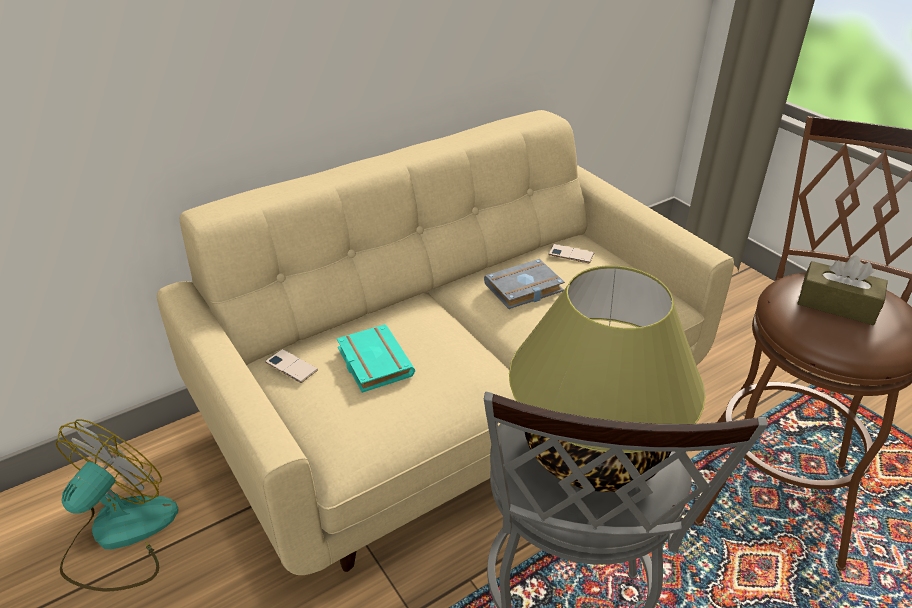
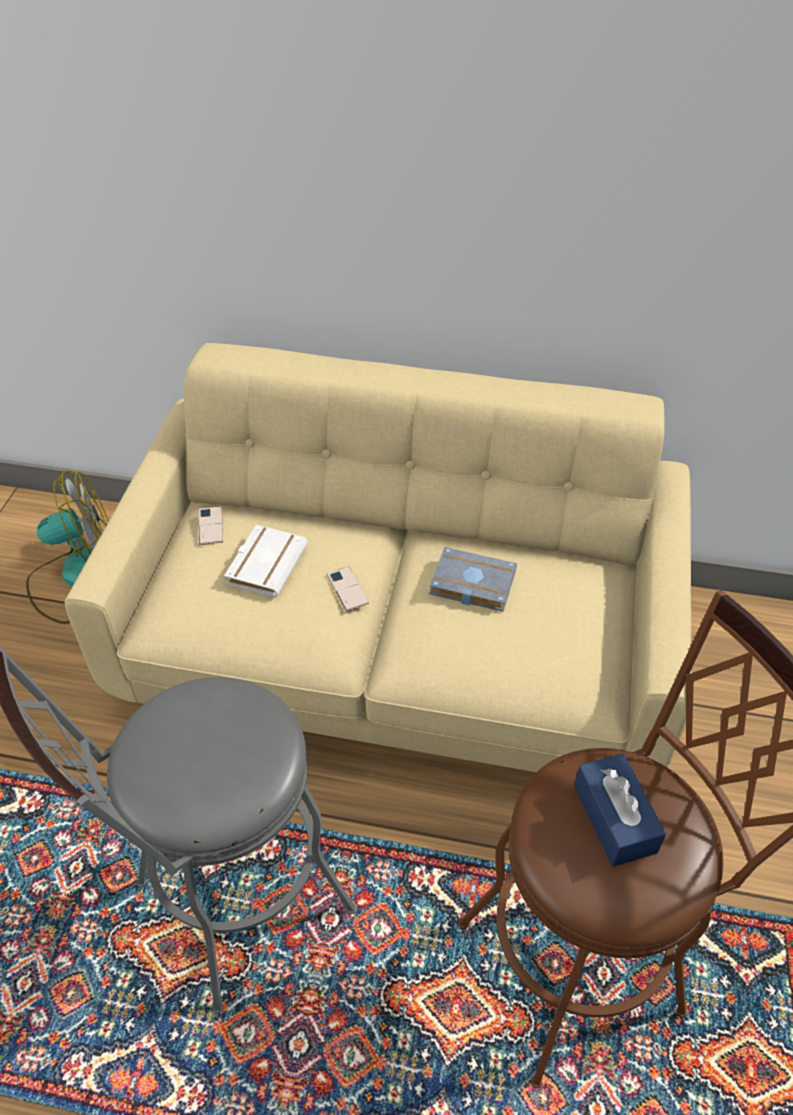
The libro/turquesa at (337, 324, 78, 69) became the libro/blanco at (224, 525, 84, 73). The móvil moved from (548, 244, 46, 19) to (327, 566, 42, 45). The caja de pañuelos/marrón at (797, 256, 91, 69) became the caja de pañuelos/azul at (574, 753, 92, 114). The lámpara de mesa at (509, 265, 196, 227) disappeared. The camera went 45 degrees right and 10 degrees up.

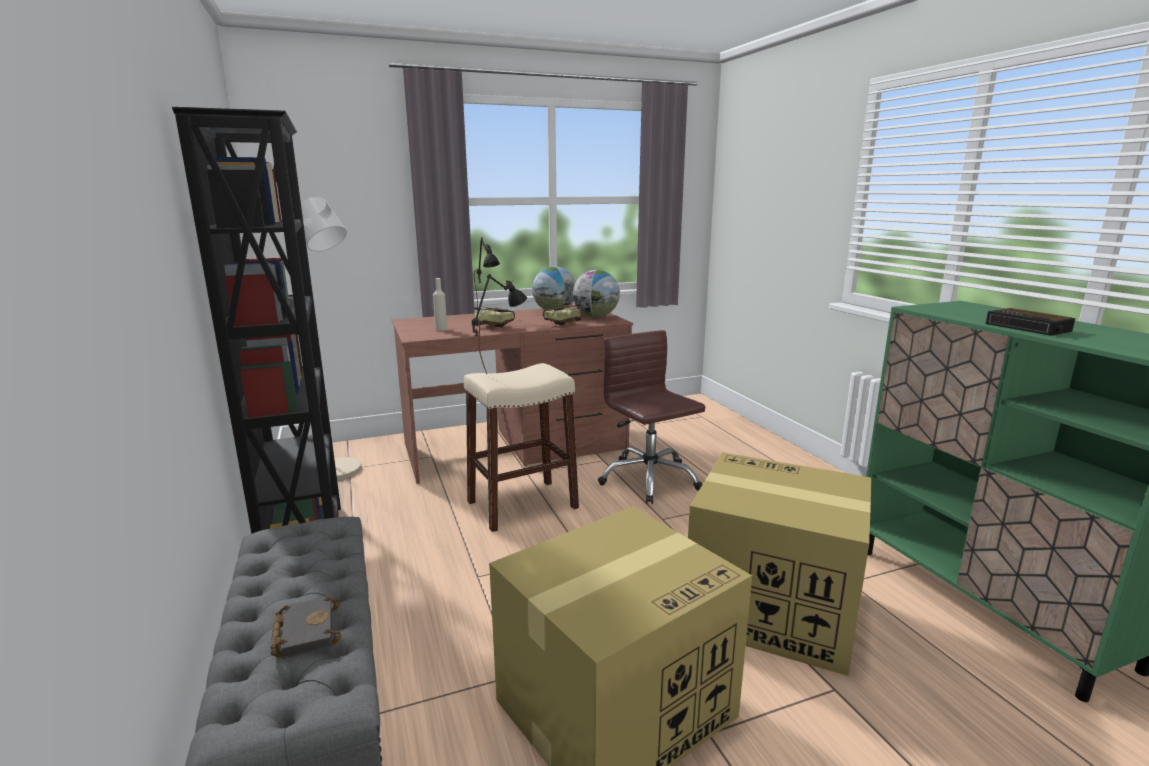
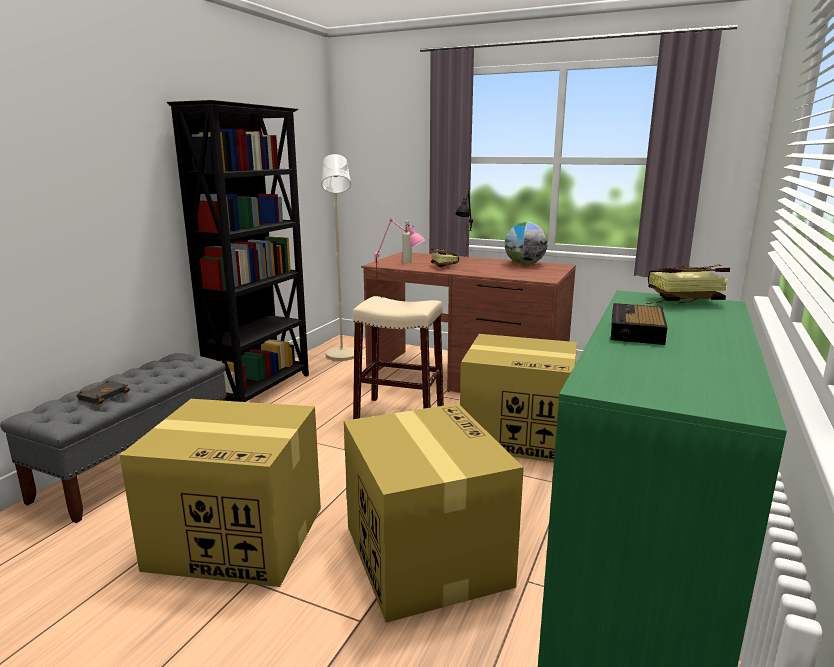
The lámpara de mesa/negro at (472, 274, 55, 100) became the lámpara de mesa/rosa at (374, 218, 51, 80). The silla de oficina/marrón at (598, 330, 107, 174) was replaced by the caja de cartón at (460, 334, 117, 128). The libro moved from (543, 303, 38, 26) to (645, 264, 85, 41). The globo terráqueo at (573, 270, 47, 47) disappeared. The camera went 45 degrees right and 0 degrees up.

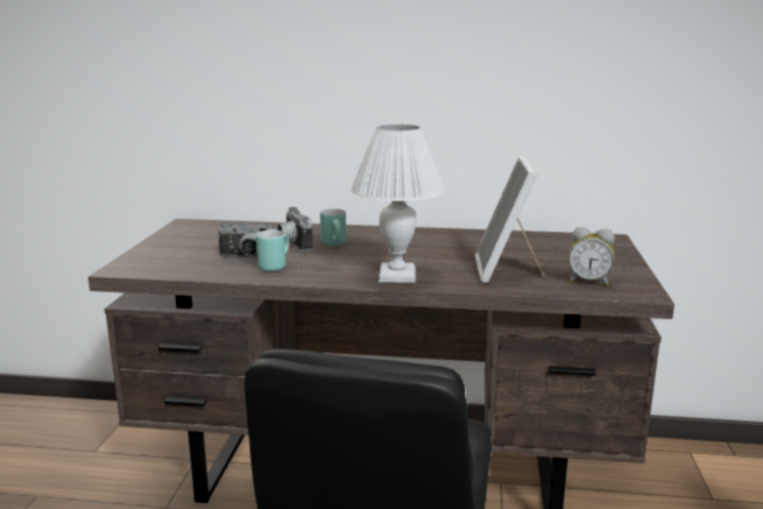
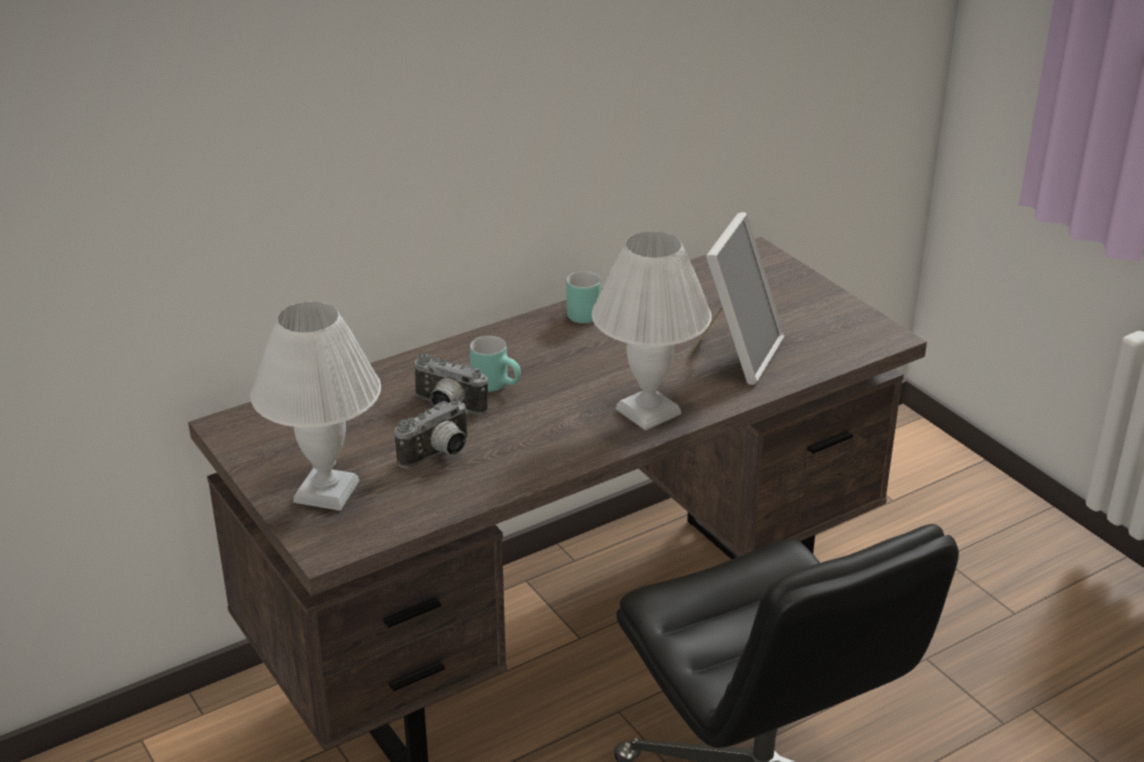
The lámpara de mesa/blanco at (250, 301, 131, 210) appeared. The taza grande/turquesa moved from (256, 230, 33, 41) to (567, 271, 34, 52). The portarretratos at (475, 156, 70, 127) turned 120 degrees counterclockwise. The despertador at (568, 227, 47, 59) disappeared. The camera went 40 degrees left and 15 degrees up.

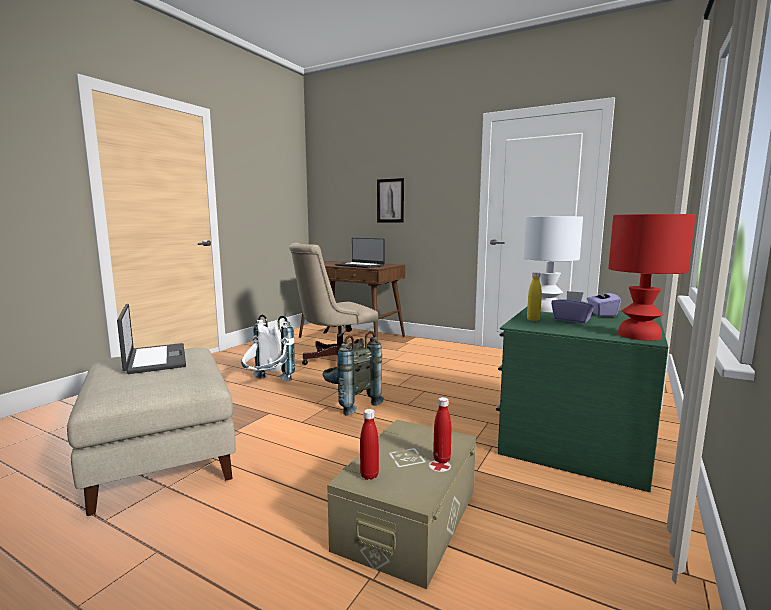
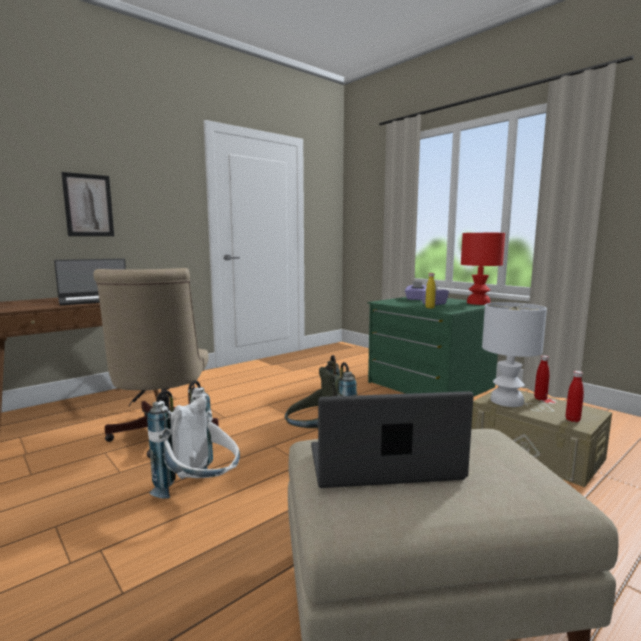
The lámpara de mesa/blanco moved from (524, 216, 59, 97) to (482, 302, 65, 105). The camera went 70 degrees left and 0 degrees up.

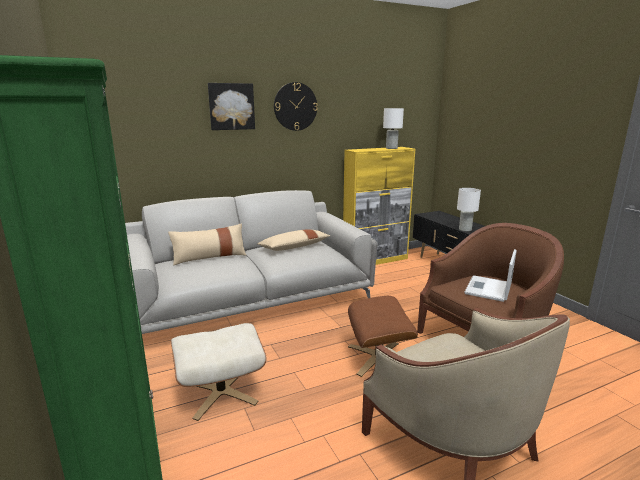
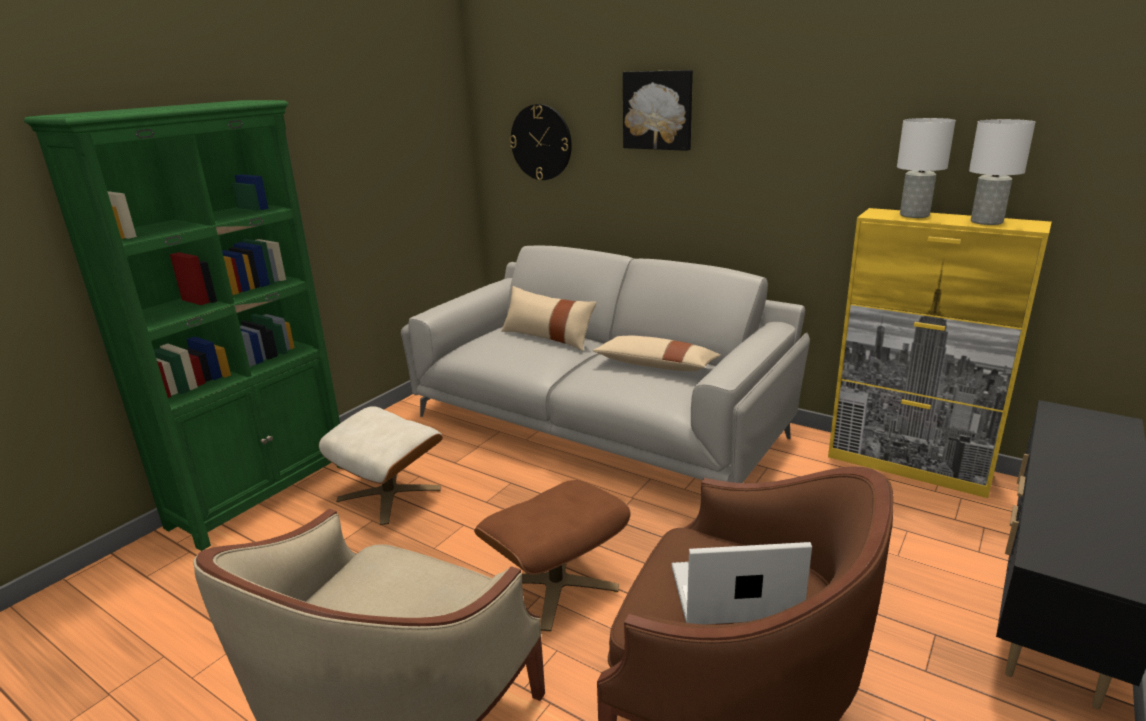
The reloj de pared moved from (274, 82, 44, 49) to (510, 104, 62, 76). The lámpara de mesa/blanco moved from (457, 188, 24, 43) to (897, 118, 59, 100). The camera went 60 degrees right and 5 degrees up.

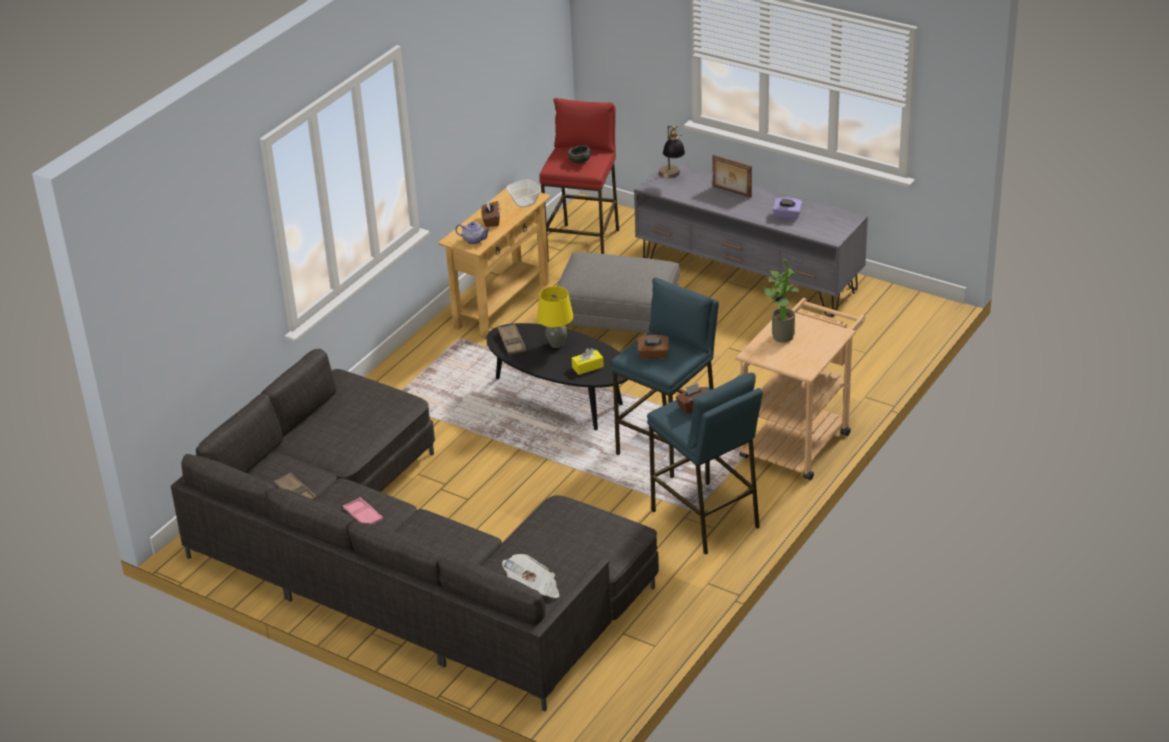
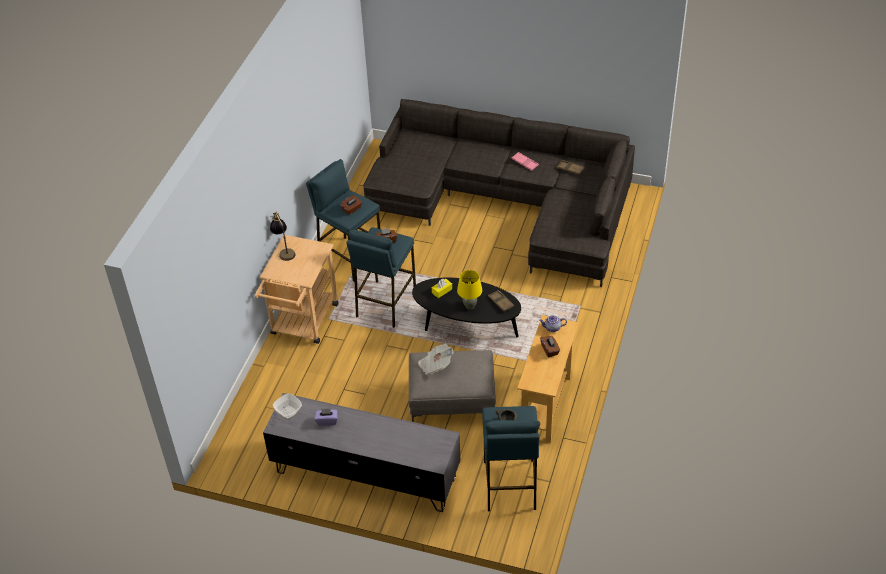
The lámpara de mesa moved from (659, 126, 26, 52) to (270, 212, 25, 49). The cuenco moved from (506, 179, 35, 29) to (273, 393, 29, 26). The periódico moved from (502, 554, 58, 44) to (418, 344, 36, 31). The taburete/rojo at (539, 98, 80, 164) became the taburete/azul at (482, 406, 58, 105). The portarretratos at (713, 155, 39, 43) disappeared. The planta en maceta at (763, 259, 37, 84) disappeared. The camera went 165 degrees right and 10 degrees up.

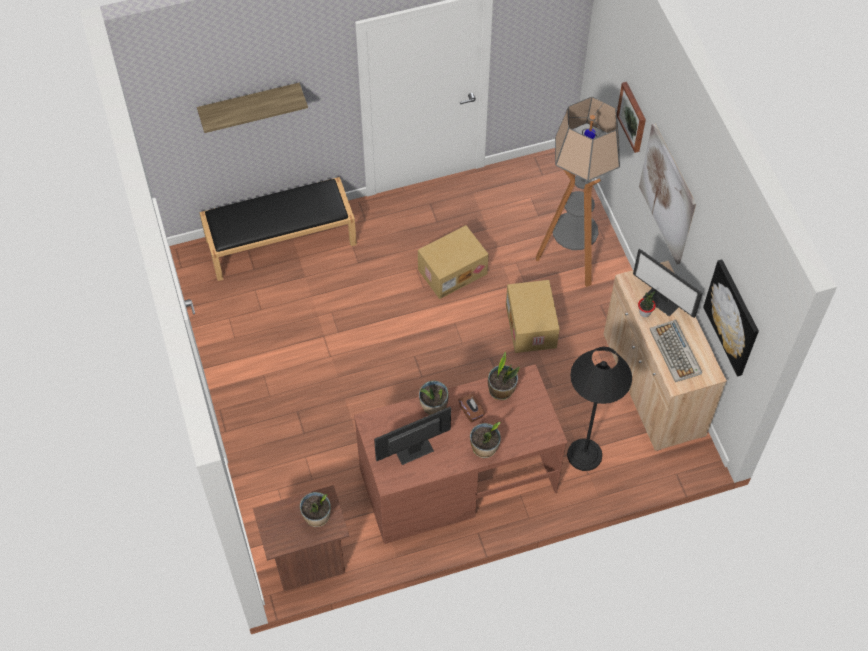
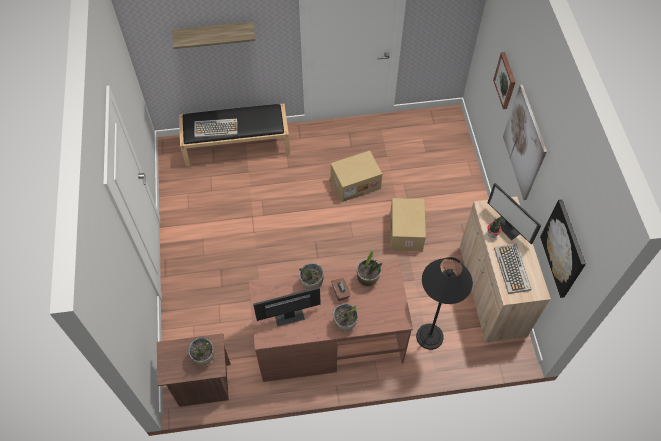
The teclado at (194, 118, 44, 20) appeared. The lámpara de pie at (536, 97, 84, 190) disappeared. The camera went 10 degrees right and 0 degrees up.

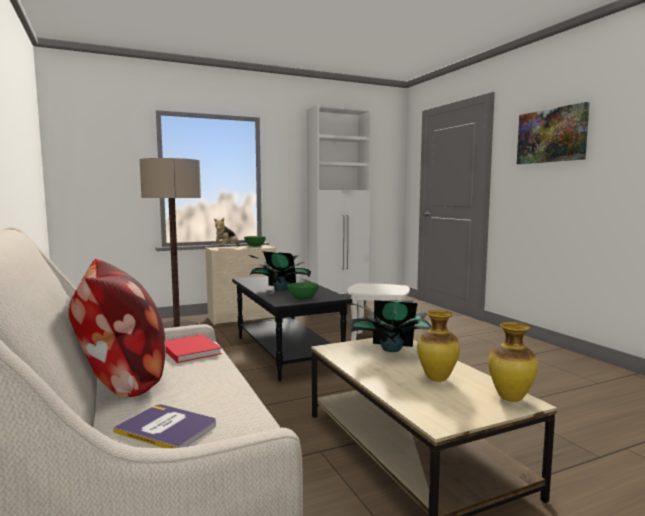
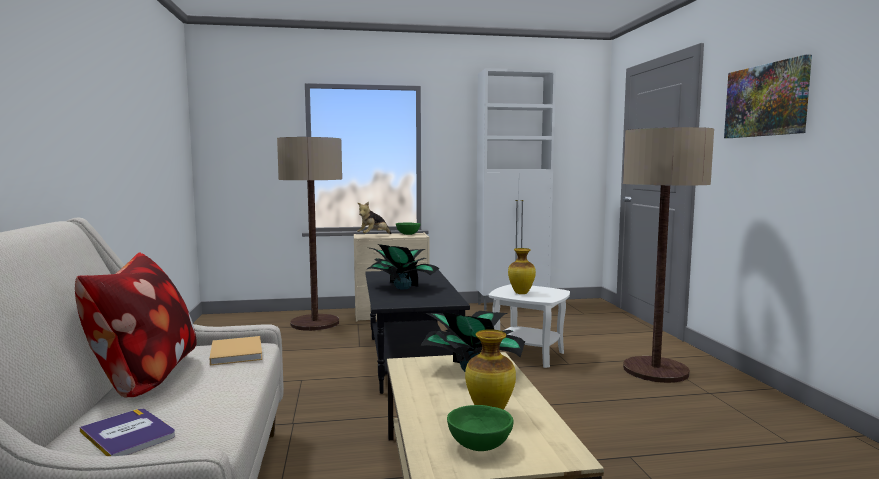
The libro/rojo at (166, 334, 56, 29) became the libro/beis at (210, 336, 52, 30). The cuenco/verde moved from (287, 282, 32, 18) to (447, 405, 67, 46). The florero moved from (488, 322, 50, 80) to (508, 248, 28, 46). The lámpara de pie at (623, 127, 91, 256) appeared. The camera went 15 degrees right and 0 degrees up.

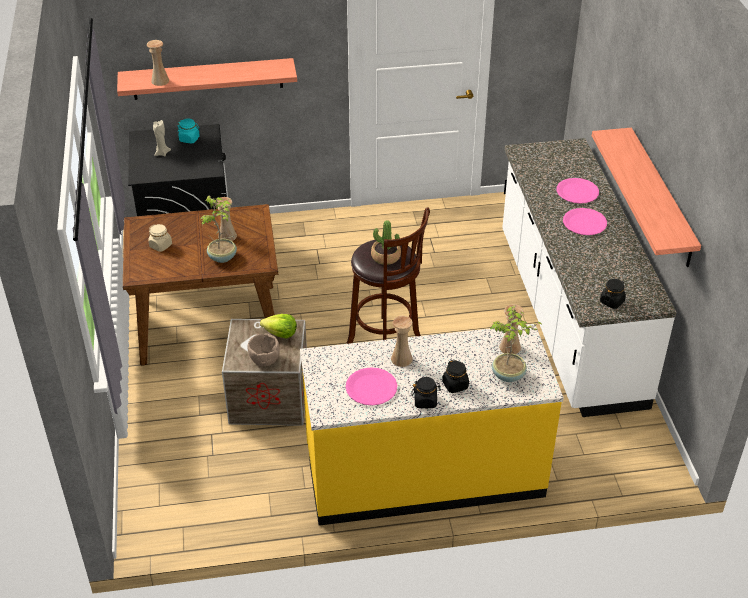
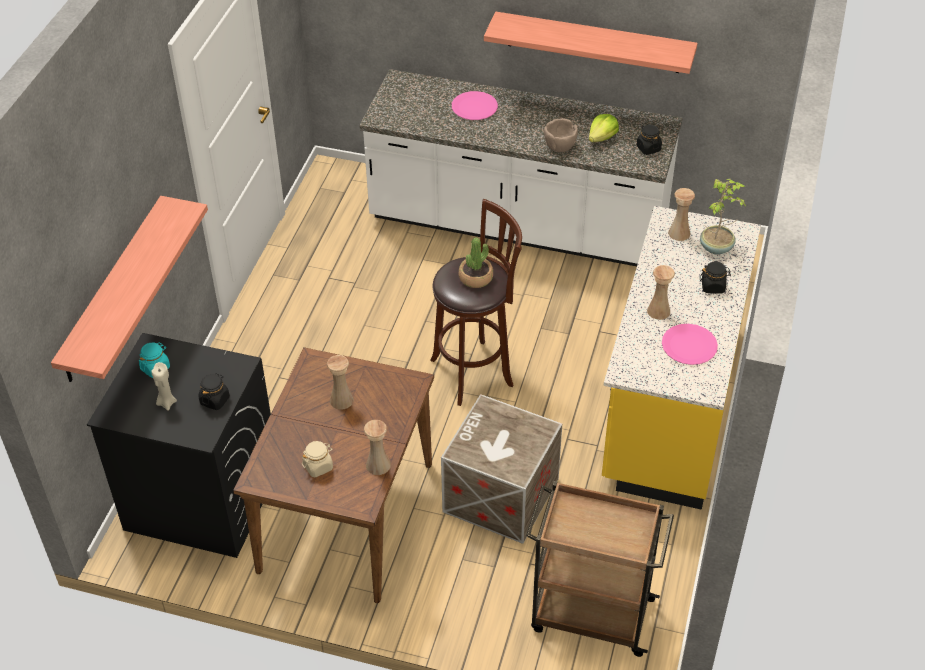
The tarro/negro moved from (411, 377, 30, 31) to (198, 373, 32, 37). The florero/beis moved from (147, 40, 22, 46) to (364, 420, 27, 55). The carrito/marrón at (526, 481, 148, 176) appeared. The cuenco/marrón moved from (247, 333, 33, 34) to (544, 118, 34, 34). The lechuga moved from (260, 314, 37, 25) to (589, 114, 30, 28). The planta en maceta at (199, 195, 38, 68) disappeared. The plato/rosa at (563, 208, 44, 27) disappeared. The camera went 65 degrees left and 5 degrees up.

